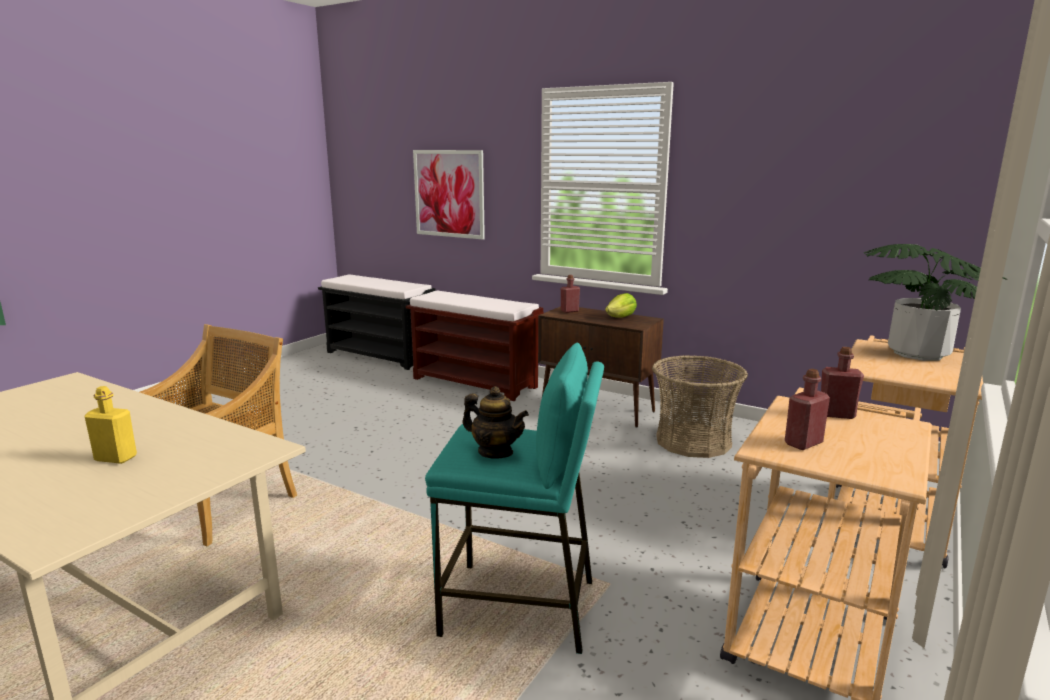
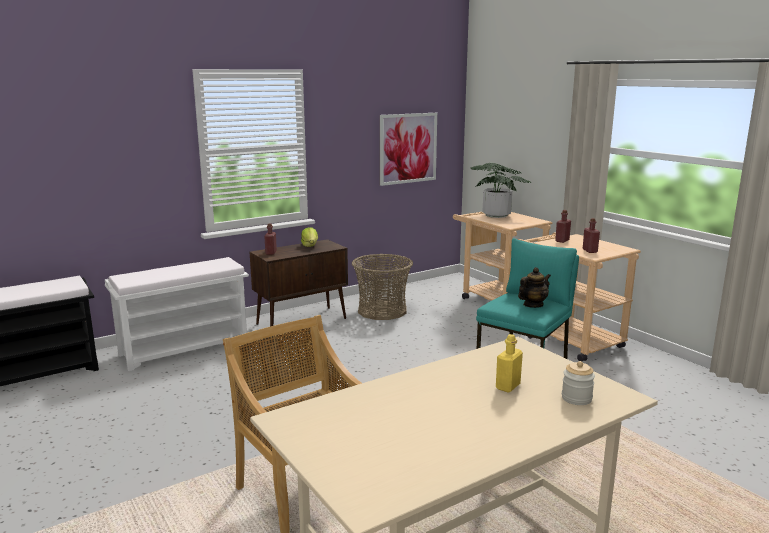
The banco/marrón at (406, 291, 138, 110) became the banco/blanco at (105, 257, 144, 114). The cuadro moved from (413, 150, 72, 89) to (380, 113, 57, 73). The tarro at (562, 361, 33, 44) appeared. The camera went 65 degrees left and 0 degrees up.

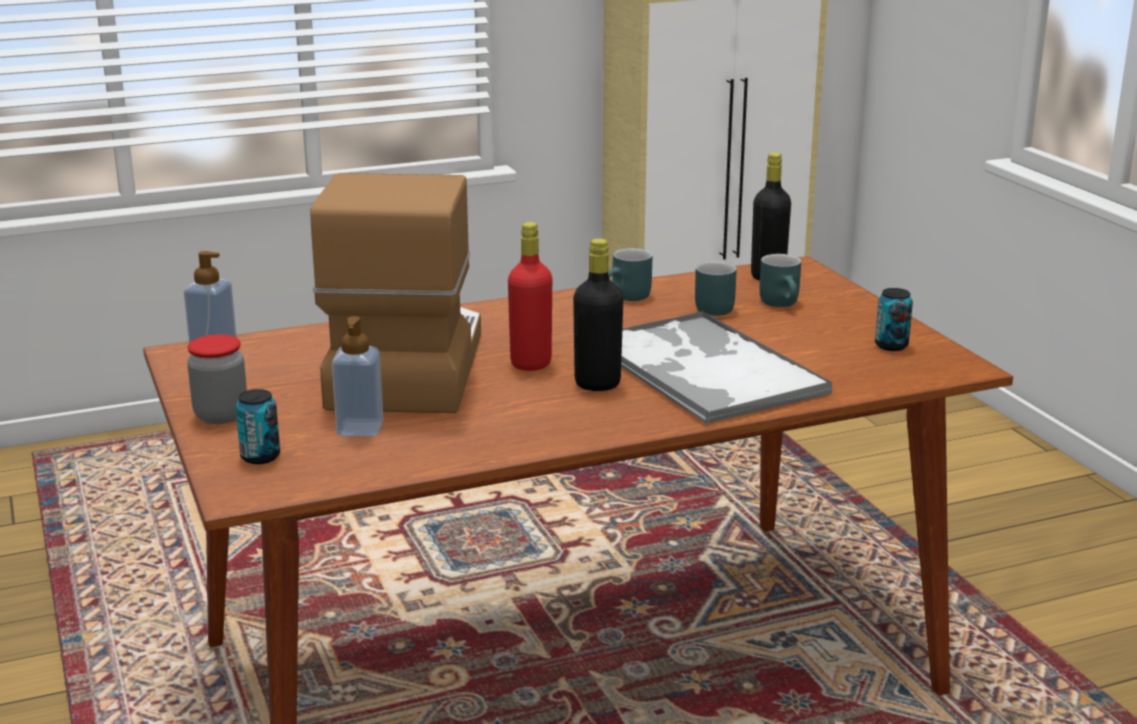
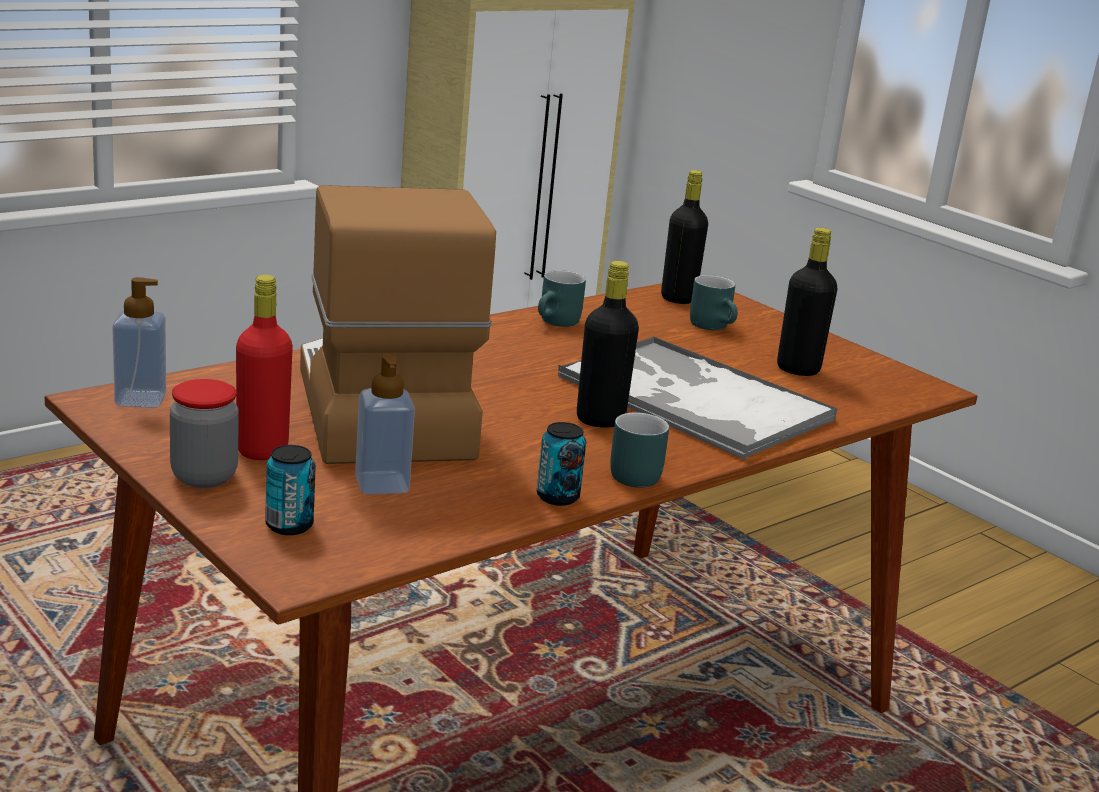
The botella/rojo moved from (508, 222, 44, 149) to (236, 275, 57, 185). The lata moved from (875, 288, 38, 63) to (537, 422, 49, 84). The taza grande/turquesa moved from (695, 261, 42, 55) to (610, 412, 59, 76). The botella/negro at (777, 228, 60, 148) appeared. The camera went 20 degrees left and 0 degrees up.

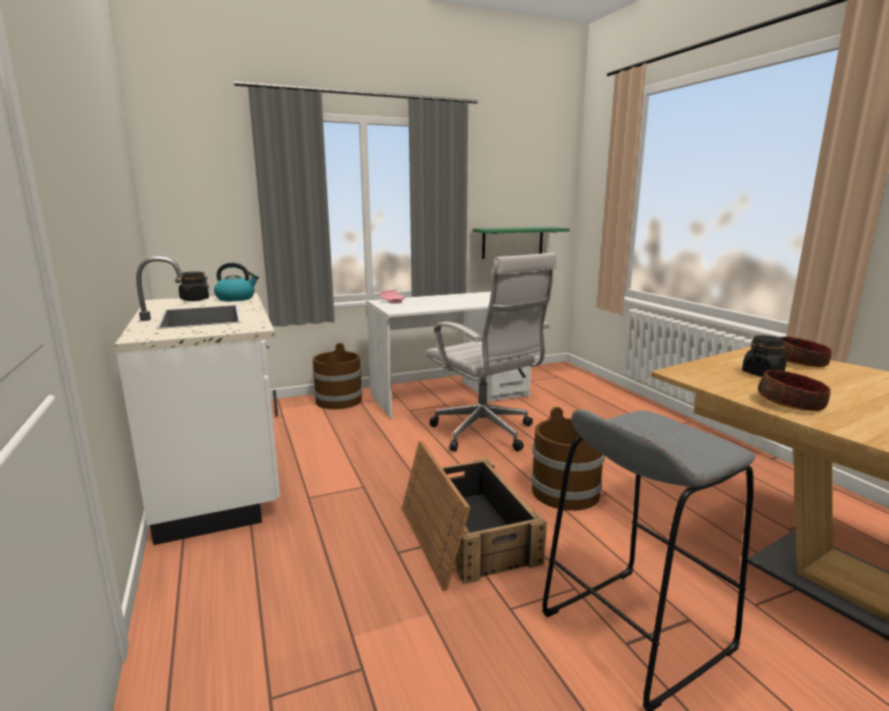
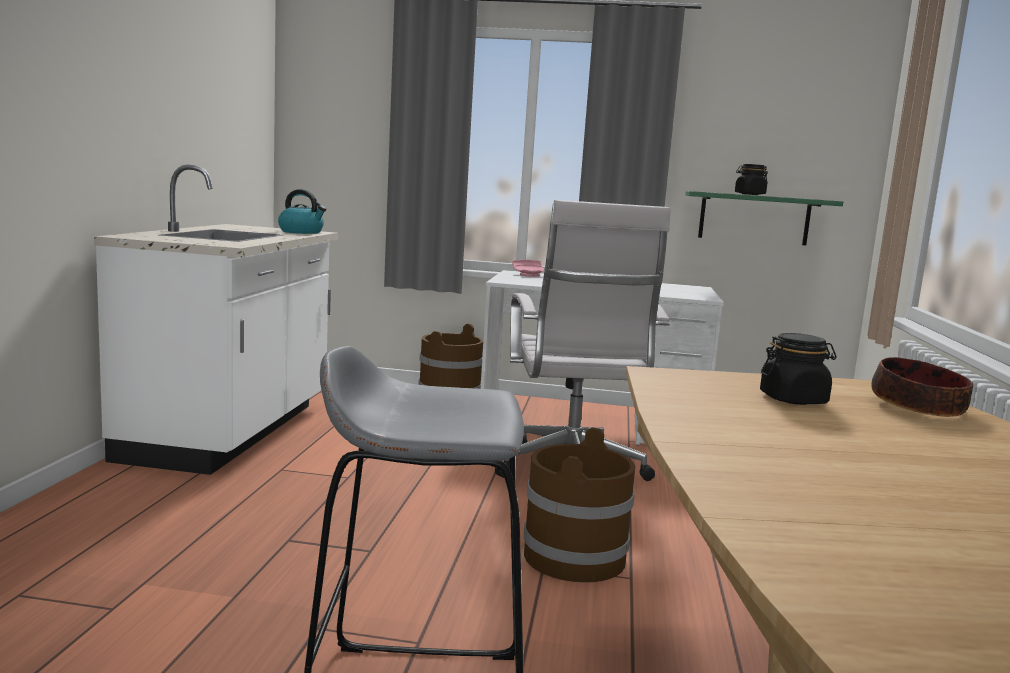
The tarro/negro moved from (175, 271, 34, 30) to (735, 164, 33, 31). The caja de embalaje at (402, 441, 145, 150) disappeared. The cuenco at (758, 370, 73, 41) disappeared. The camera went 30 degrees right and 5 degrees down.

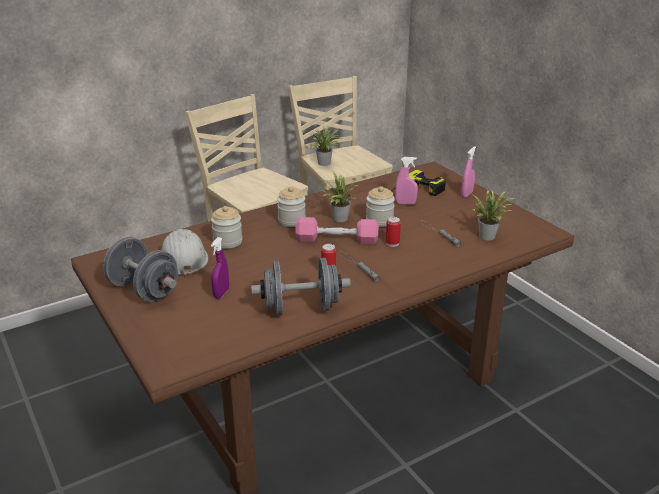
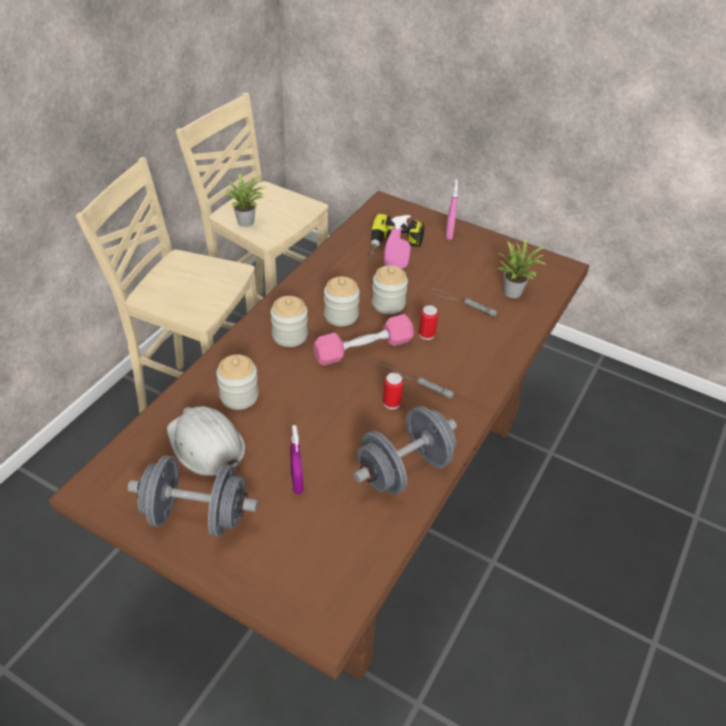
The planta en maceta at (321, 172, 37, 50) was replaced by the tarro at (324, 277, 36, 49). The camera went 30 degrees left and 15 degrees up.

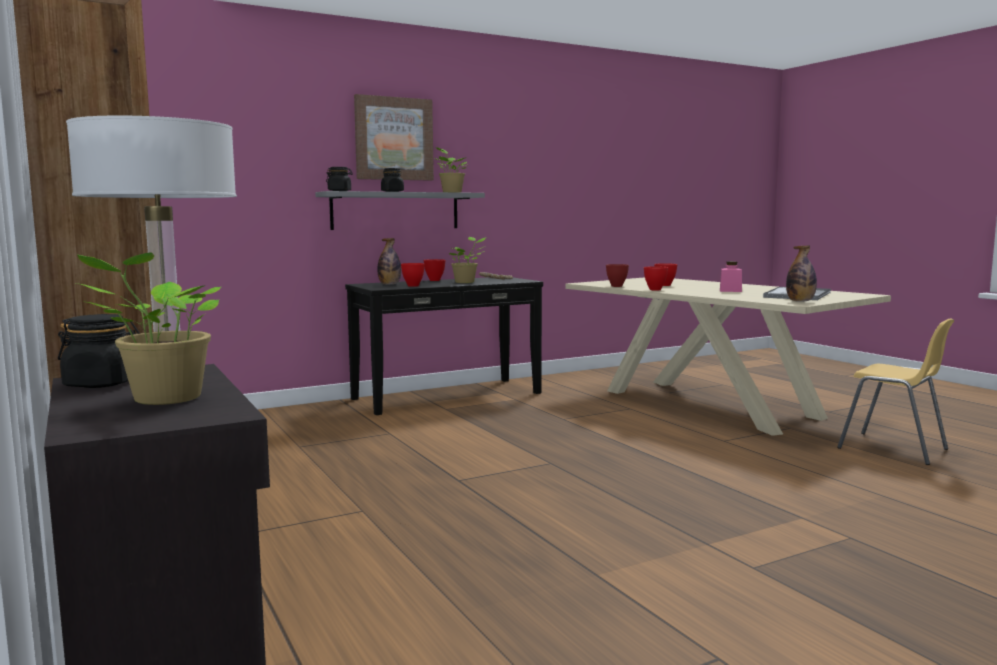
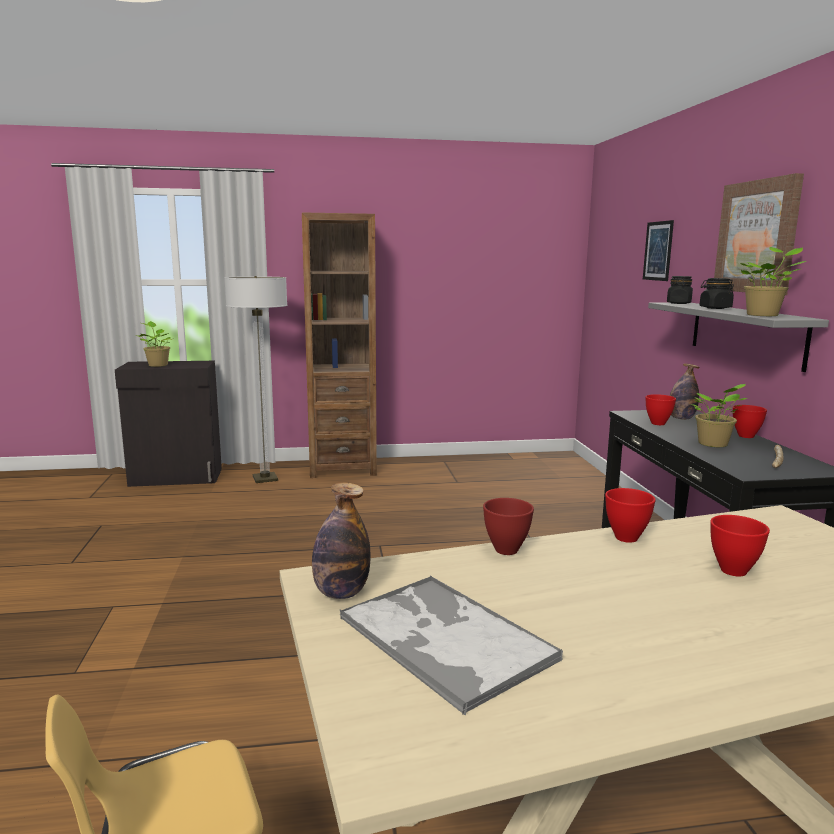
The cuenco/rojo moved from (606, 264, 23, 23) to (483, 498, 51, 57). The cuadro at (643, 220, 31, 61) appeared. The tarro/negro at (58, 314, 82, 74) disappeared. The tarro/rosa at (720, 261, 22, 31) disappeared. The camera went 110 degrees right and 5 degrees up.

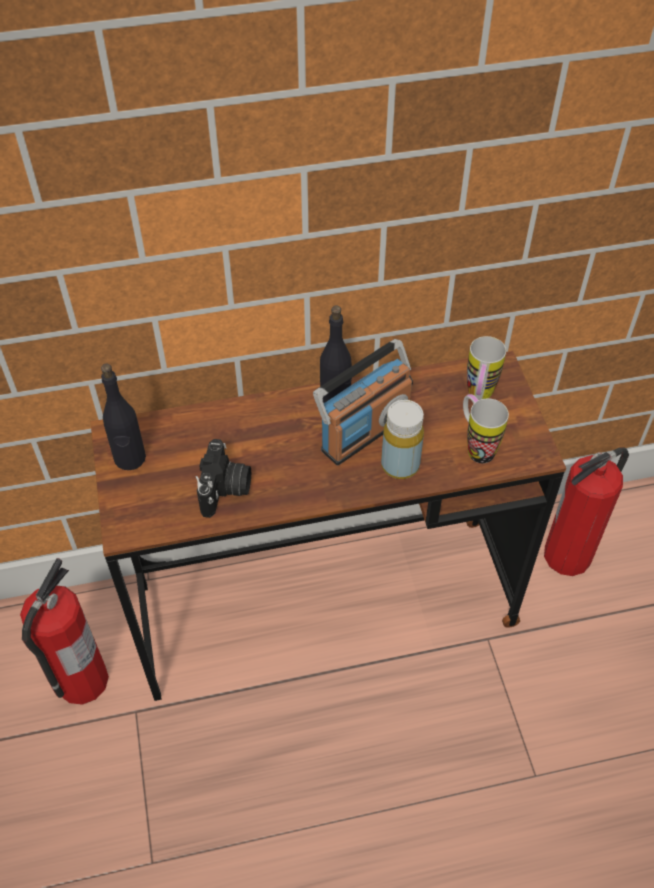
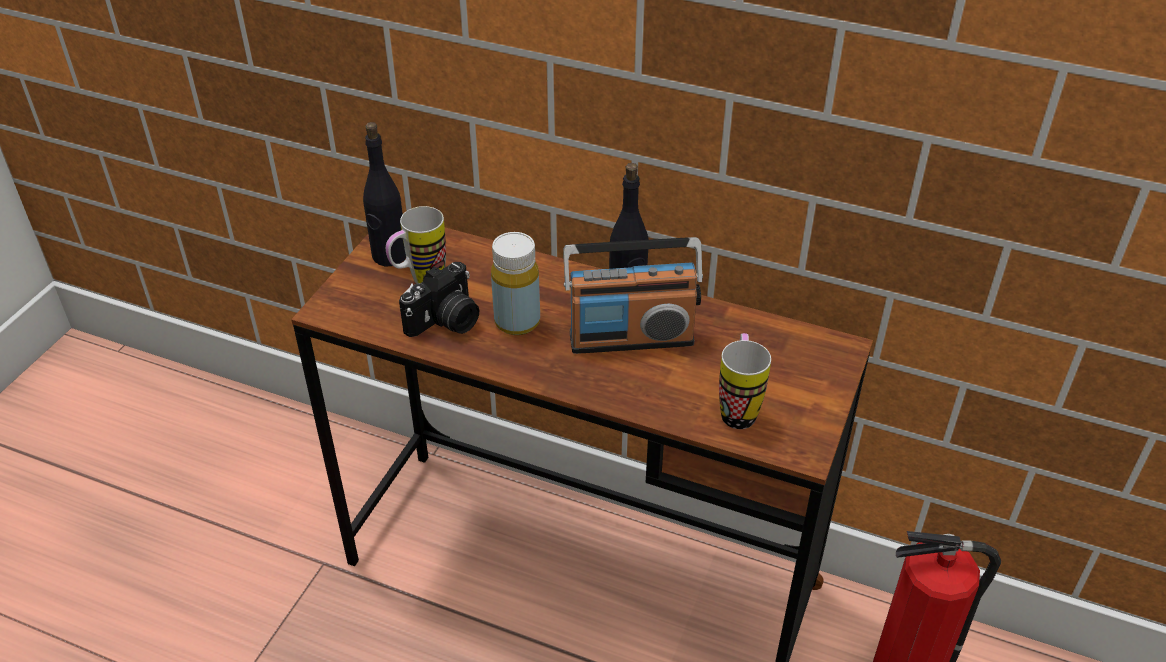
The taza grande moved from (467, 336, 39, 64) to (386, 206, 60, 78). The botella/amarillo moved from (381, 400, 43, 79) to (491, 232, 49, 103). The extintor at (20, 558, 89, 147) disappeared. The camera went 35 degrees right and 10 degrees down.

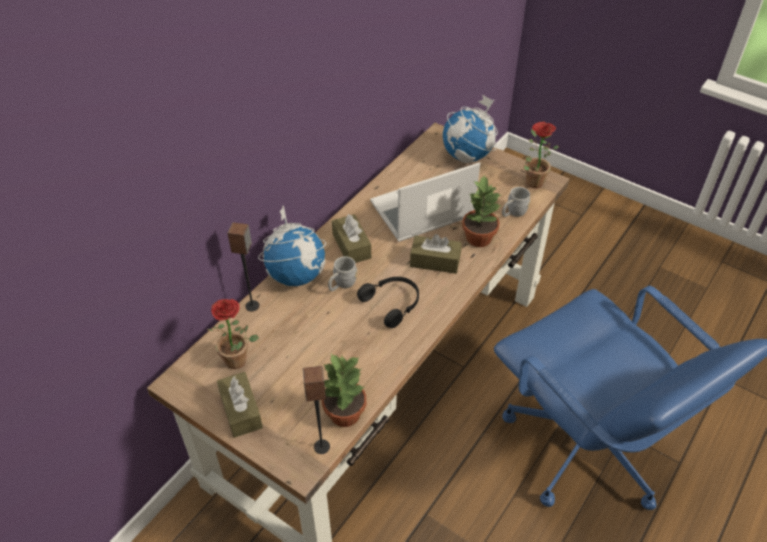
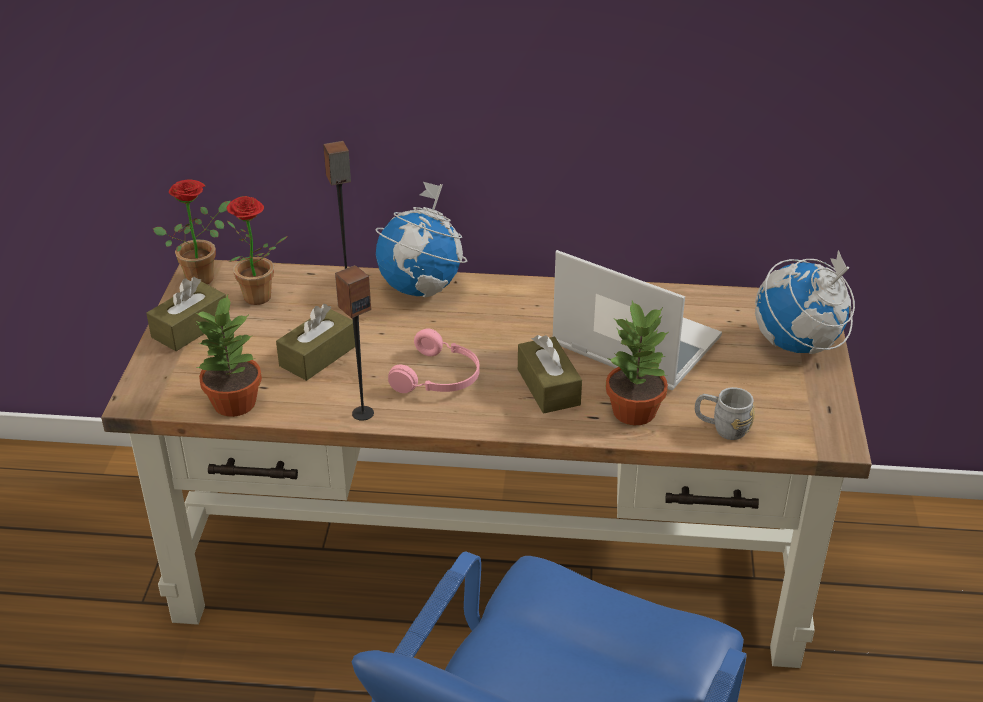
The planta en maceta moved from (524, 122, 35, 66) to (153, 180, 78, 104). The caja de pañuelos/marrón moved from (332, 214, 39, 49) to (276, 304, 79, 77). The altavoz moved from (303, 366, 27, 88) to (335, 265, 39, 156). The auriculares/negro at (357, 277, 62, 51) became the auriculares/rosa at (388, 328, 92, 65). The taza grande/gris at (328, 256, 29, 35) disappeared. The camera went 60 degrees right and 10 degrees down.

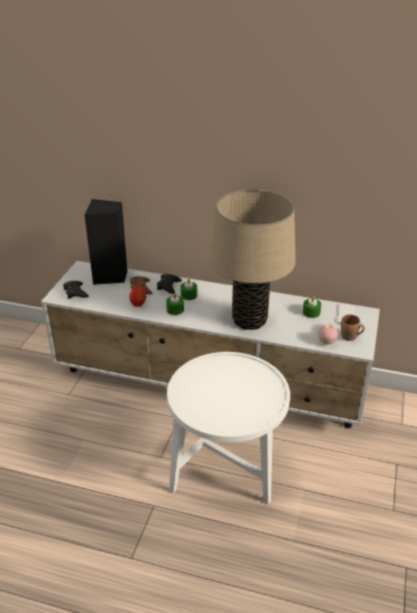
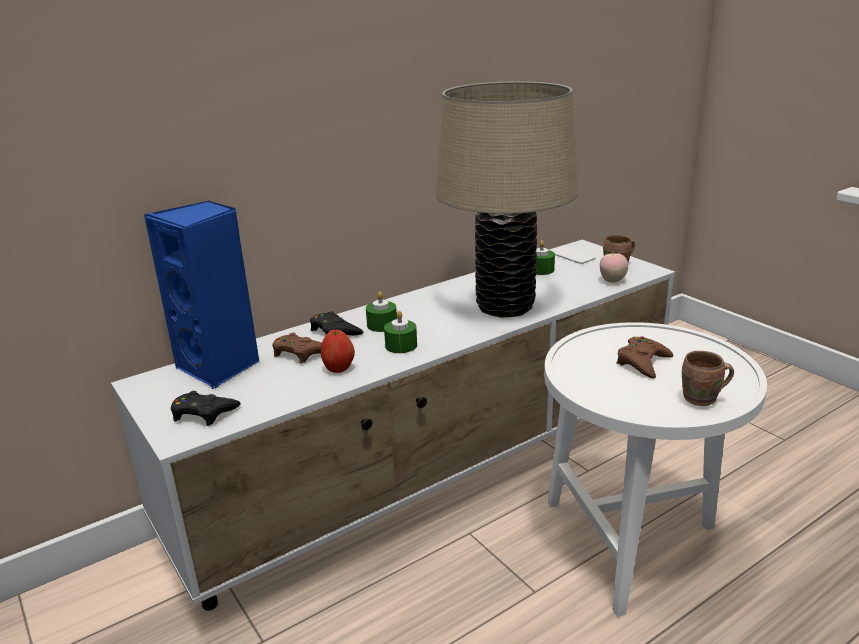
The altavoz/negro at (84, 199, 44, 86) became the altavoz/azul at (144, 200, 116, 189). The mando de consola/marrón at (617, 337, 56, 42) appeared. The taza grande/marrón at (682, 351, 52, 55) appeared. The camera went 50 degrees left and 10 degrees down.

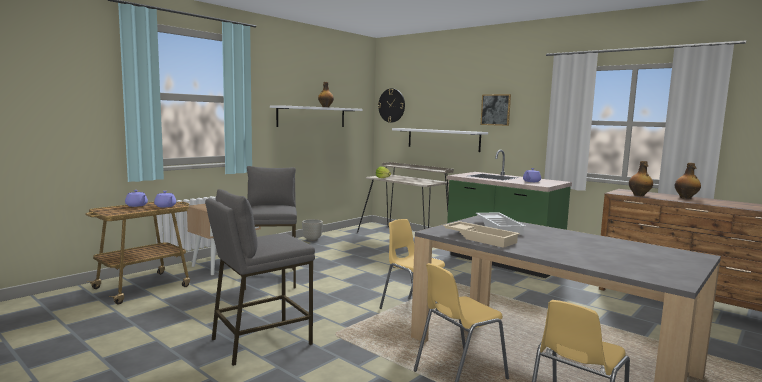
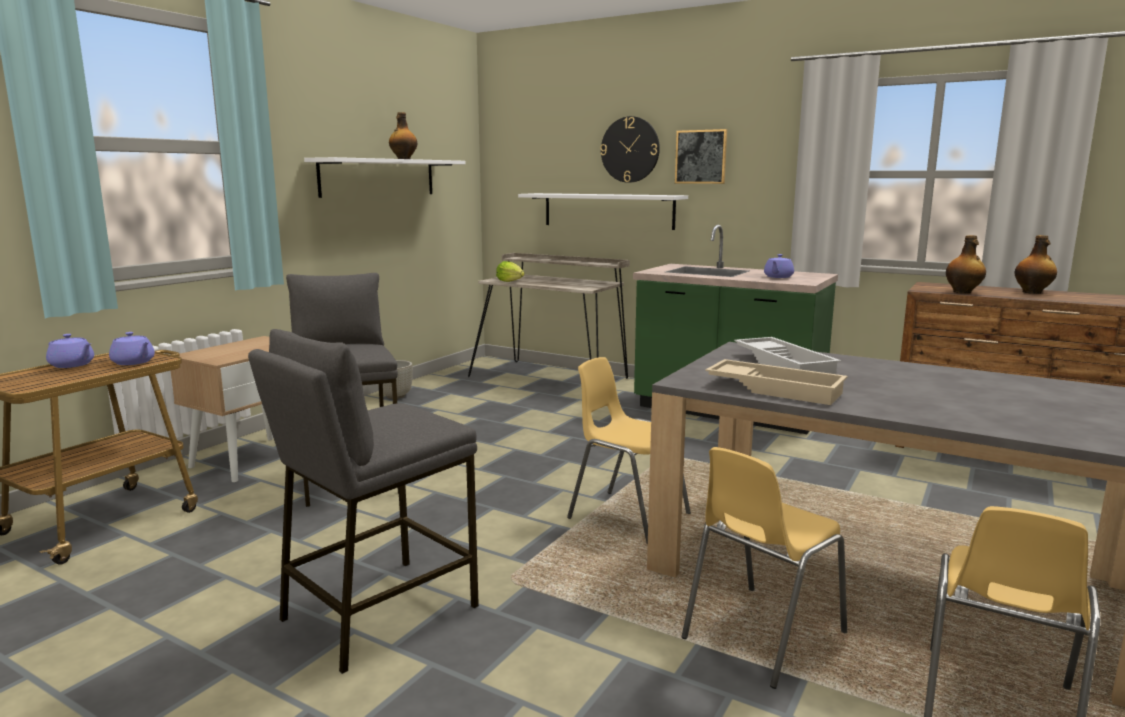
The reloj de pared moved from (378, 88, 27, 35) to (600, 116, 60, 67). The camera went 10 degrees left and 5 degrees up.

